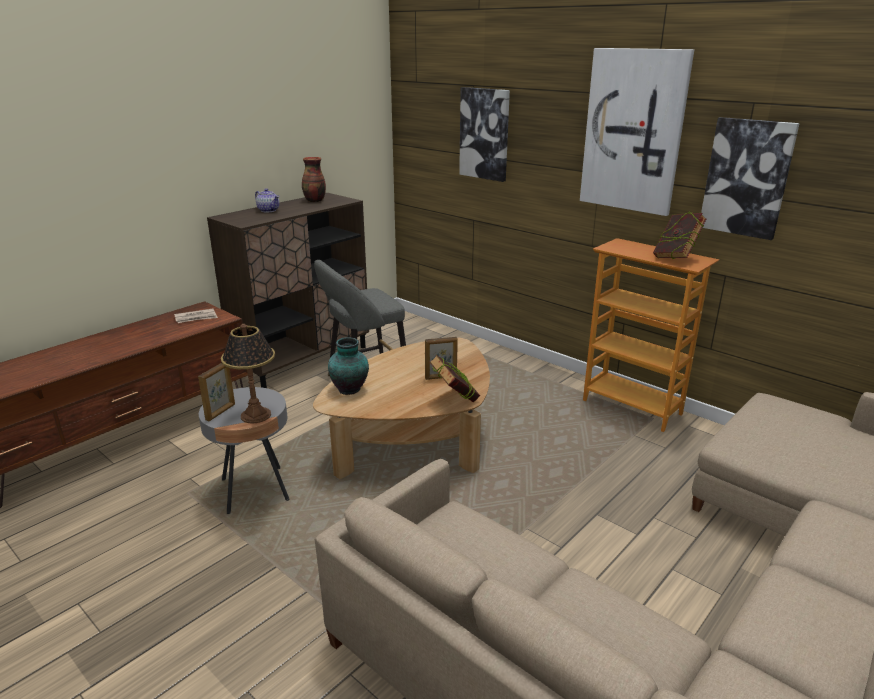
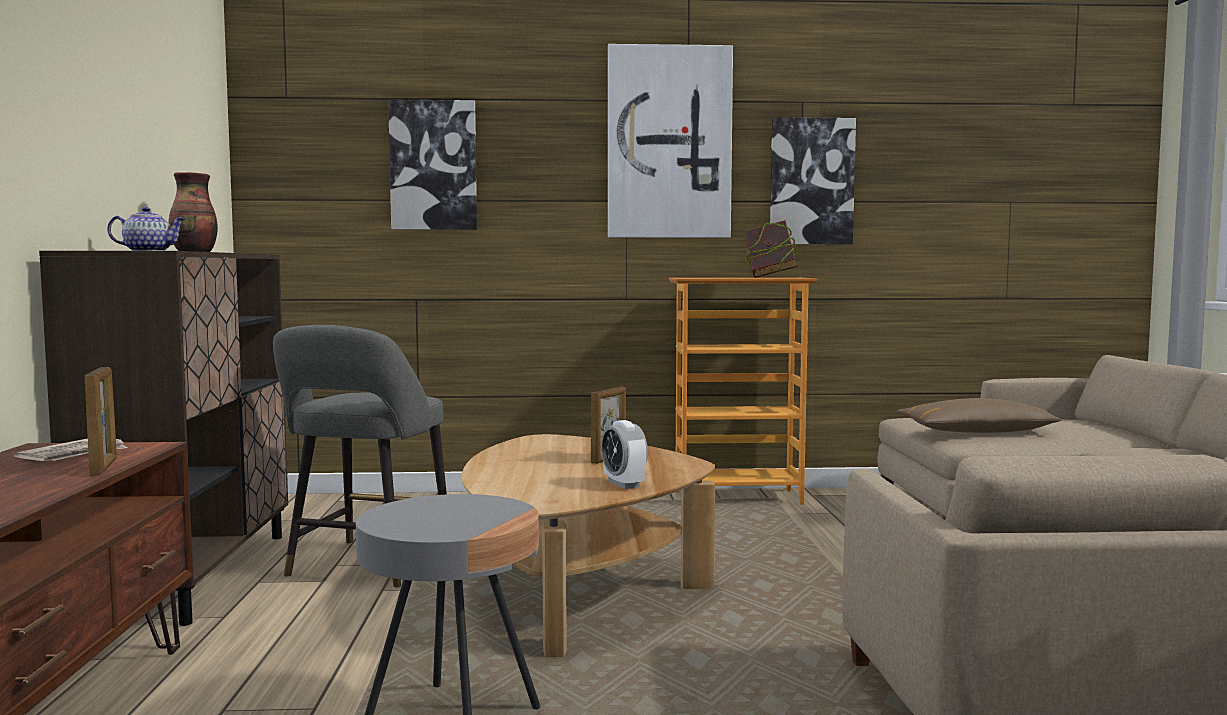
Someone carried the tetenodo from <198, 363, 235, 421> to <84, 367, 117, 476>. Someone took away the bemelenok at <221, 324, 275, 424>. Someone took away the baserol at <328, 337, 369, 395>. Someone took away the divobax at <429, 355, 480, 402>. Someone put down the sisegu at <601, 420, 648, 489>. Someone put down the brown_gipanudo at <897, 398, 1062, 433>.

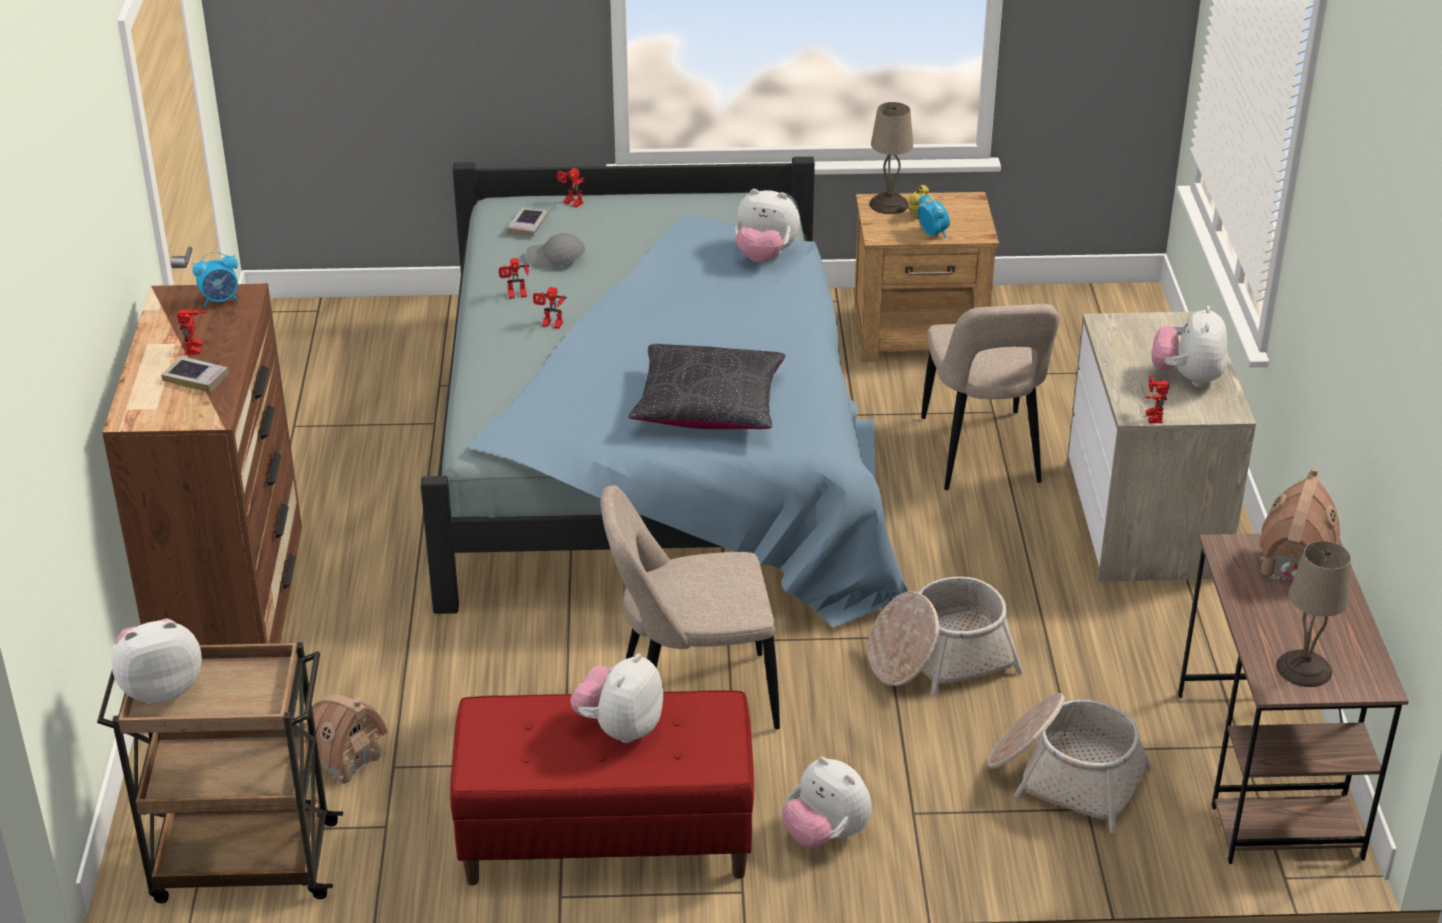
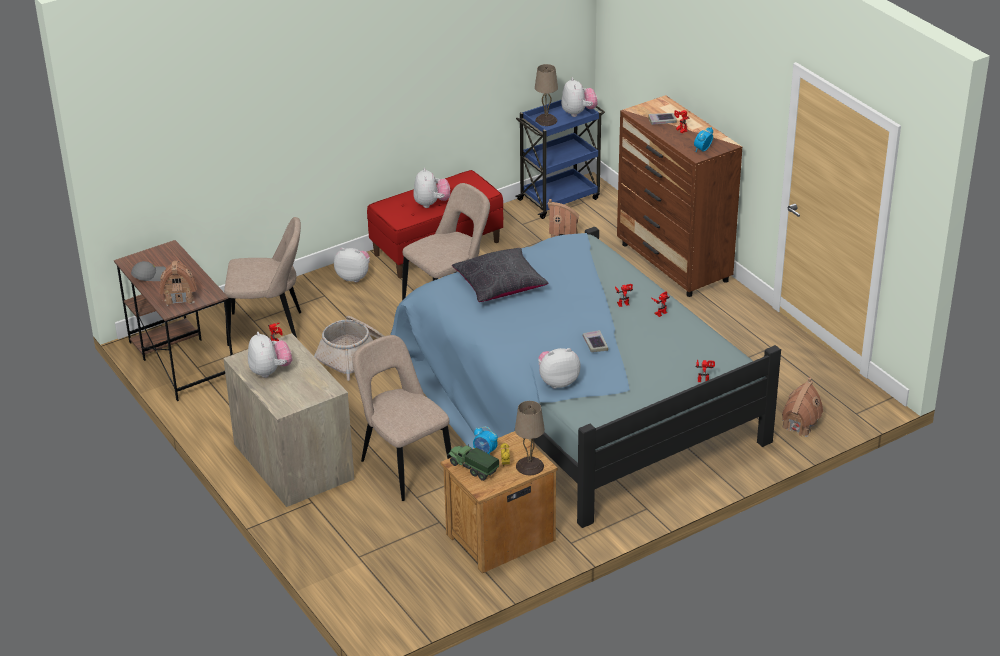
Someone repainted the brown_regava at <97, 642, 343, 903>, which became the blue_regava at <516, 100, 605, 219>. Someone rotated the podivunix at <112, 618, 202, 704> by 45 degrees counterclockwise. Someone carried the divobax from <507, 208, 549, 236> to <583, 330, 608, 352>. Someone carried the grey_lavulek from <526, 233, 585, 268> to <131, 261, 166, 281>. Someone swapped the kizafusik at <987, 693, 1152, 833> for the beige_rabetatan at <224, 217, 301, 346>. Someone carried the beige_bemelenok from <1276, 541, 1351, 687> to <535, 64, 558, 126>. Someone put down the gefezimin at <447, 444, 499, 481>. Someone put down the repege at <782, 378, 823, 437>.

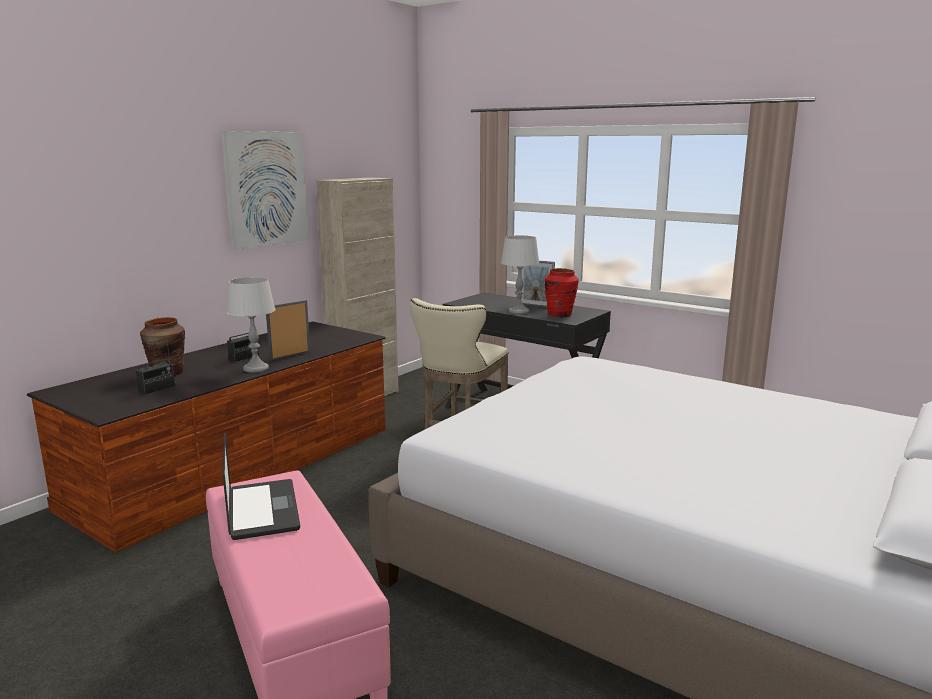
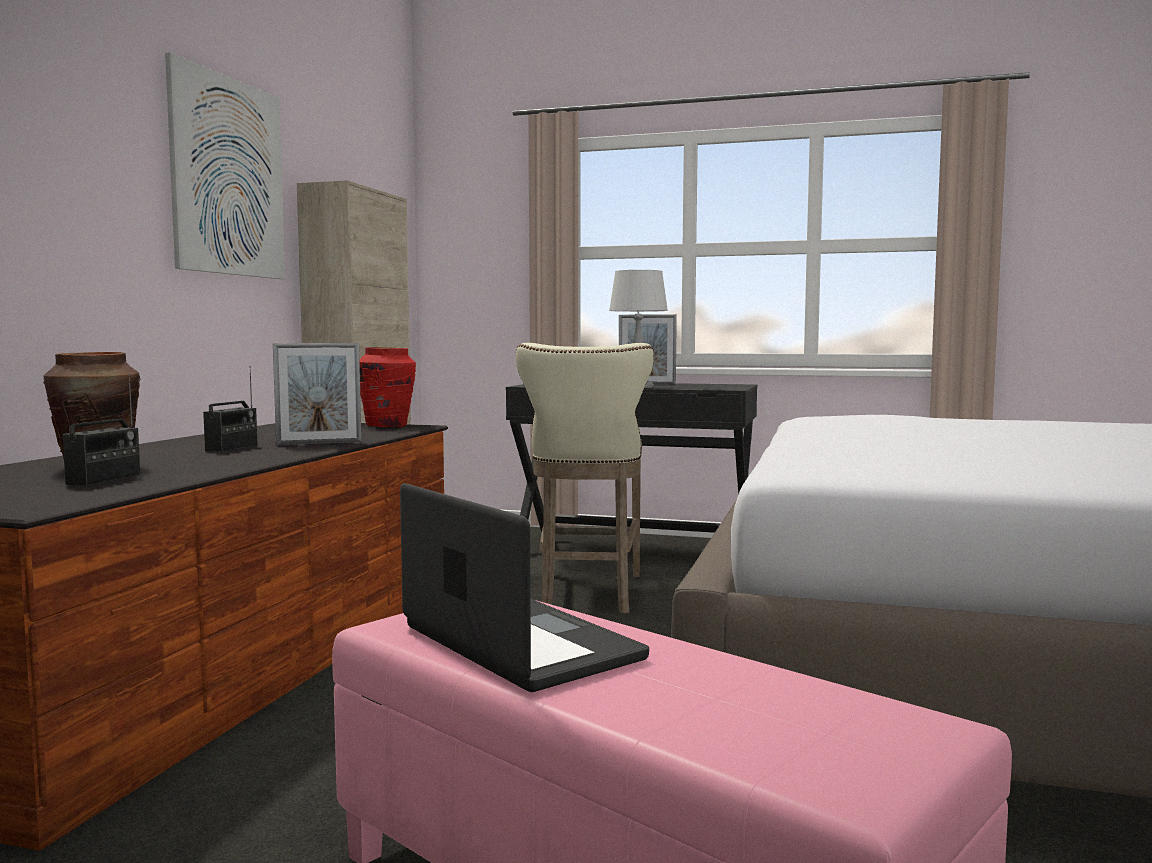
Someone took away the grey_bemelenok at <227, 277, 275, 373>. Someone rotated the tetenodo at <266, 300, 310, 361> by 135 degrees counterclockwise. Someone carried the red_baserol from <545, 268, 579, 317> to <360, 347, 416, 428>.

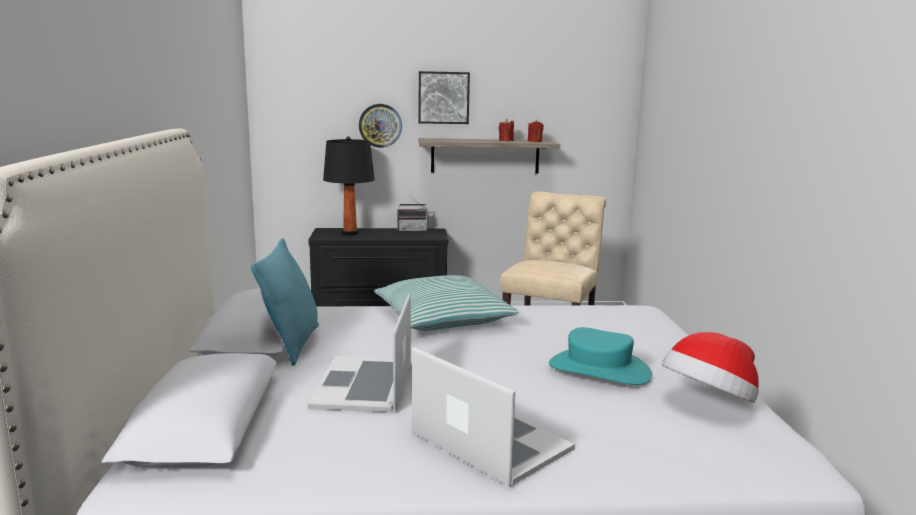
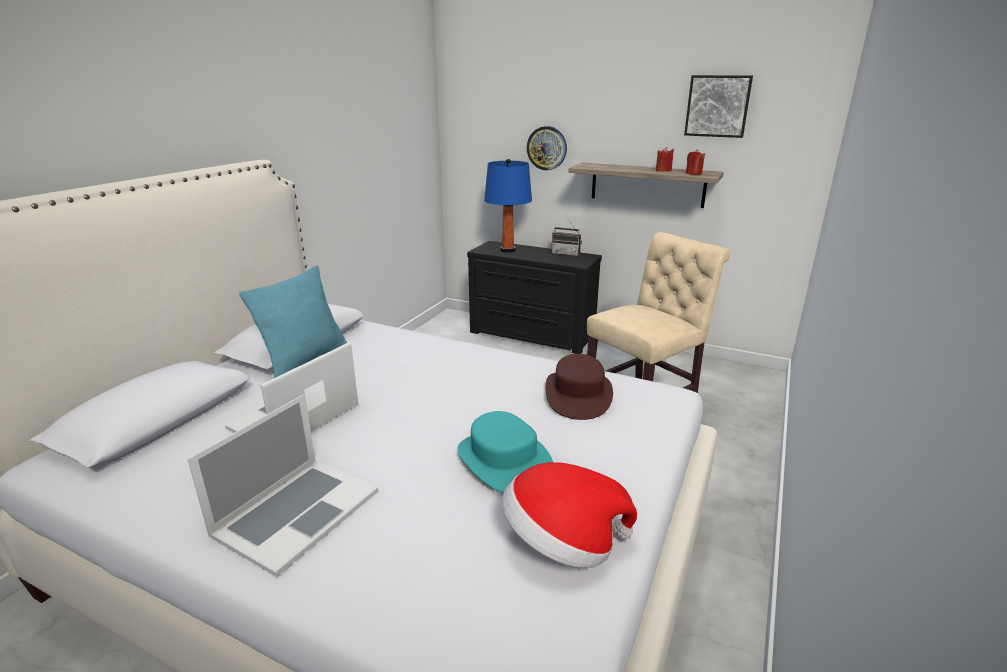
Someone repainted the black_bemelenok at <323, 136, 375, 236>, which became the blue_bemelenok at <484, 159, 532, 253>. Someone took away the gipanudo at <374, 275, 519, 331>. Someone rotated the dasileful at <412, 347, 575, 486> by 45 degrees clockwise. Someone carried the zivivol from <418, 71, 470, 124> to <684, 75, 753, 138>. Someone put down the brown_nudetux at <546, 354, 613, 420>.

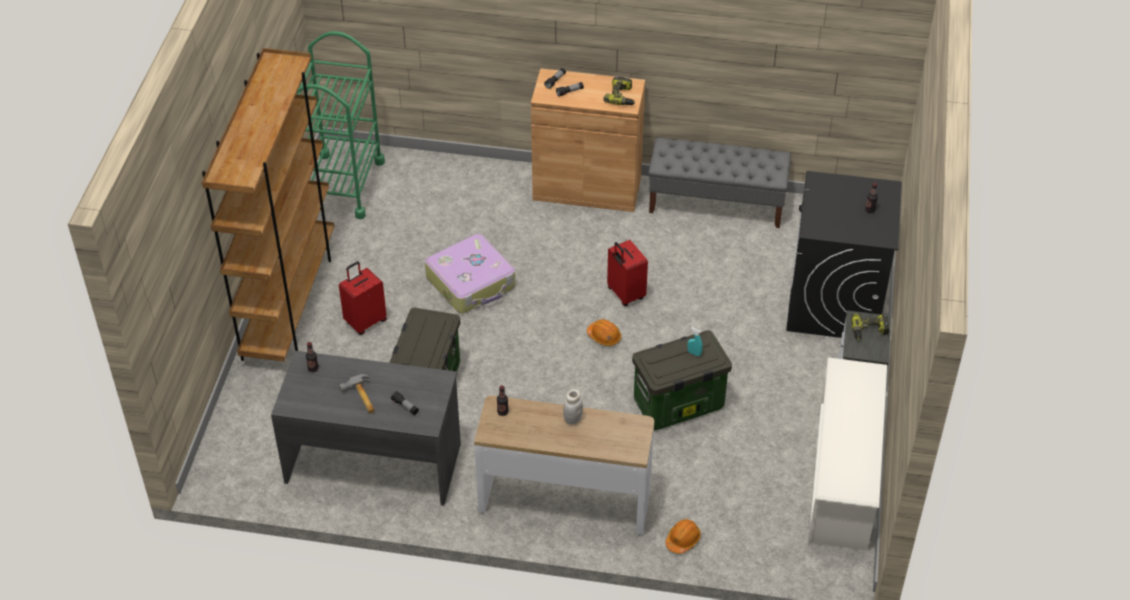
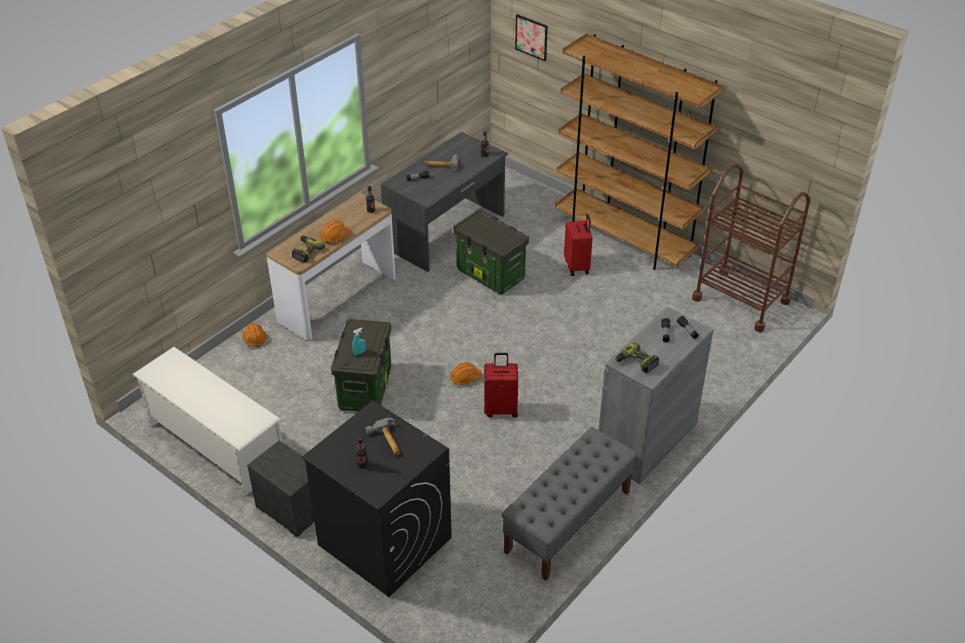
Someone repainted the green_regava at <296, 31, 385, 219>, which became the brown_regava at <692, 164, 811, 332>. Someone took away the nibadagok at <425, 234, 515, 314>. Someone repainted the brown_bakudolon at <531, 68, 645, 212>, which became the grey_bakudolon at <599, 306, 714, 484>. Someone swapped the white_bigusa at <563, 389, 583, 424> for the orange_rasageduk at <320, 220, 351, 243>. Someone carried the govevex from <851, 313, 889, 340> to <292, 236, 325, 263>. Someone put down the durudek at <366, 418, 401, 455>. Someone put up the zivivol at <515, 14, 548, 61>.

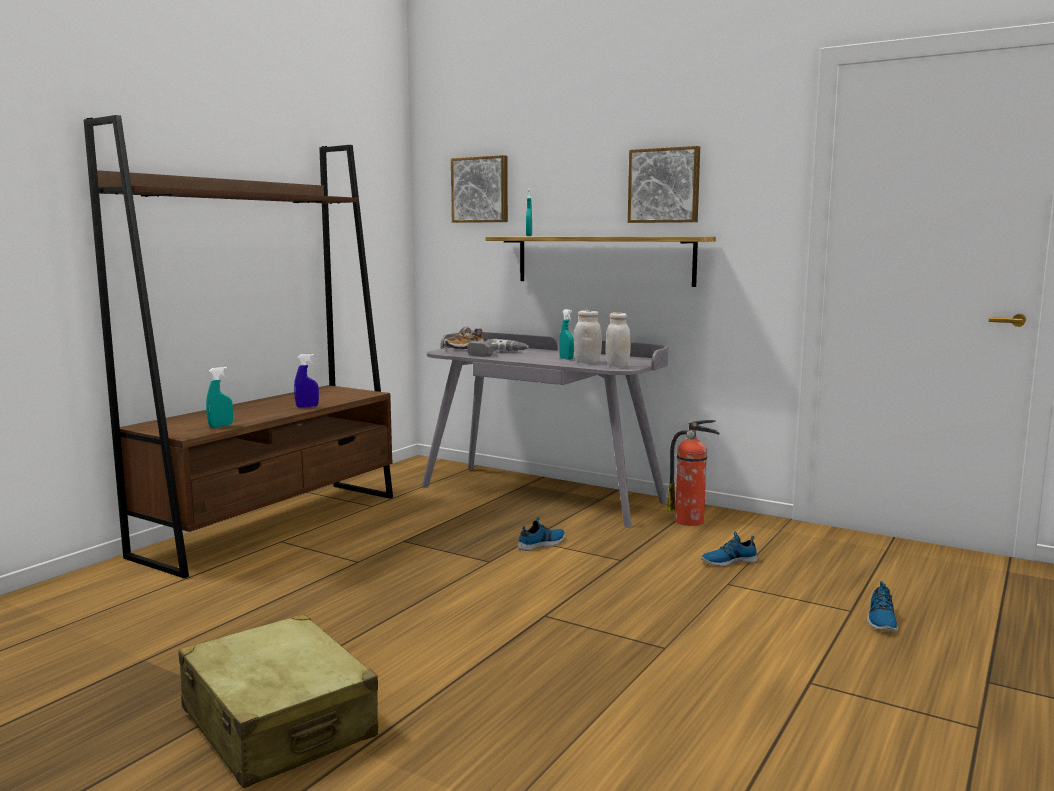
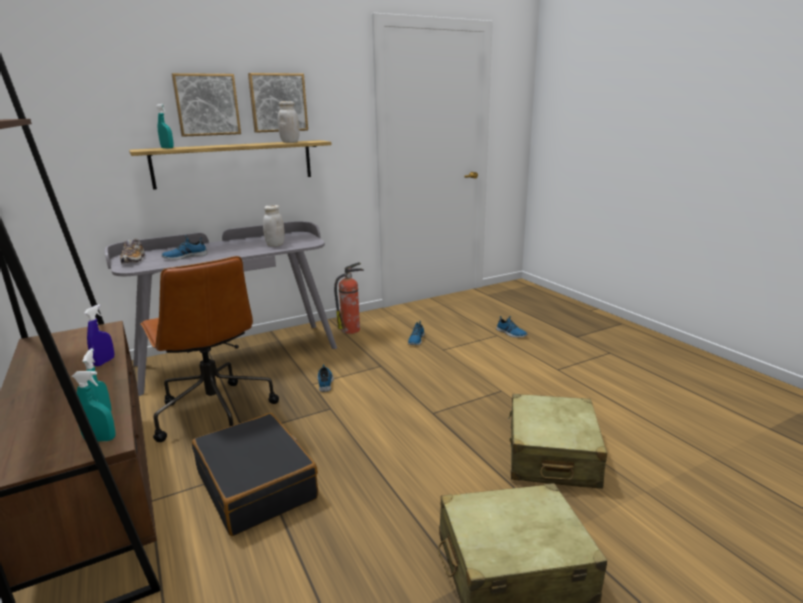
Someone carried the zivivol from <451, 155, 508, 223> to <172, 73, 241, 137>. Someone swapped the govevex at <467, 339, 529, 357> for the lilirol at <162, 235, 208, 260>. Someone carried the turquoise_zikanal from <559, 309, 574, 360> to <72, 371, 115, 441>. Someone carried the white_bigusa from <605, 312, 631, 367> to <278, 101, 300, 143>. Someone put down the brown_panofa at <140, 256, 279, 442>. Someone put down the black_nibadagok at <192, 413, 318, 536>. Someone put down the beige_nibadagok at <508, 394, 607, 489>.

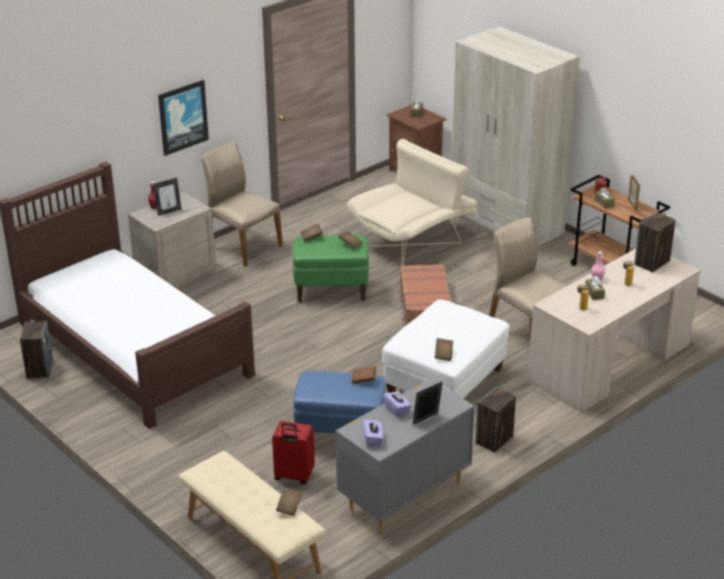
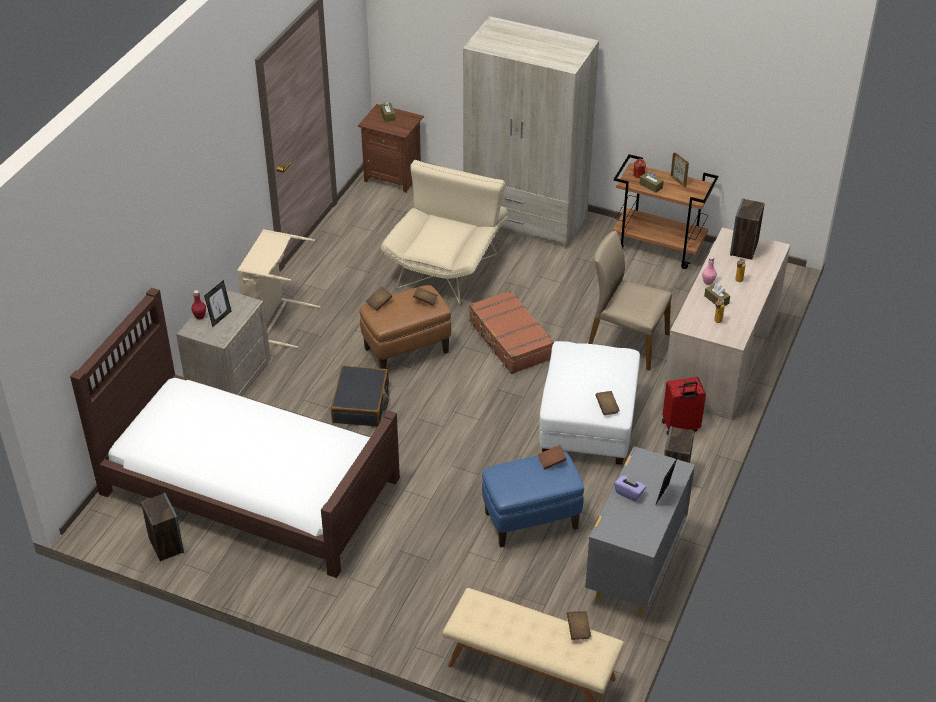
Someone took away the zivivol at <158, 80, 209, 156>. Someone swapped the beige_rabetatan at <202, 142, 283, 267> for the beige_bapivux at <237, 229, 321, 348>. Someone carried the red_nibadagok from <272, 421, 315, 485> to <662, 377, 706, 435>. Someone repainted the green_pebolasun at <293, 235, 369, 302>, which became the brown_pebolasun at <359, 285, 451, 369>. Someone took away the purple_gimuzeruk at <363, 419, 383, 446>. Someone put down the black_nibadagok at <331, 366, 389, 427>.

